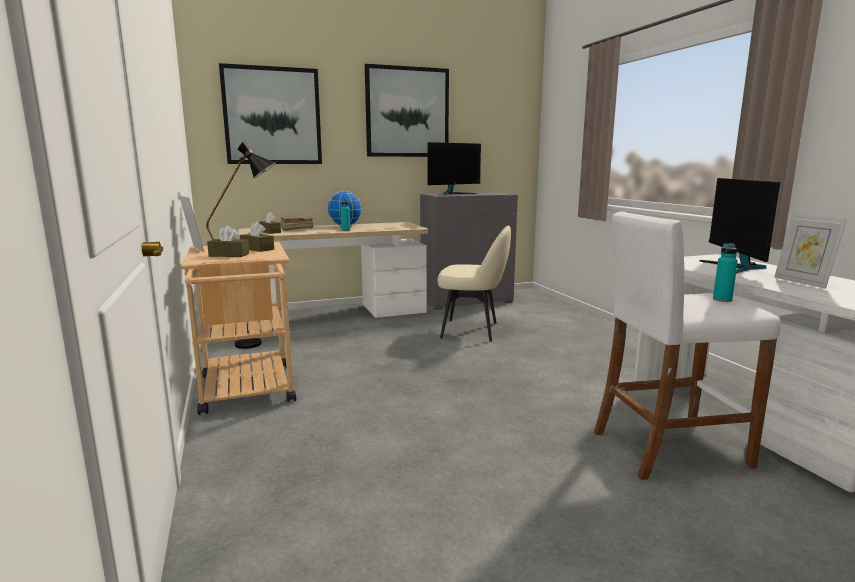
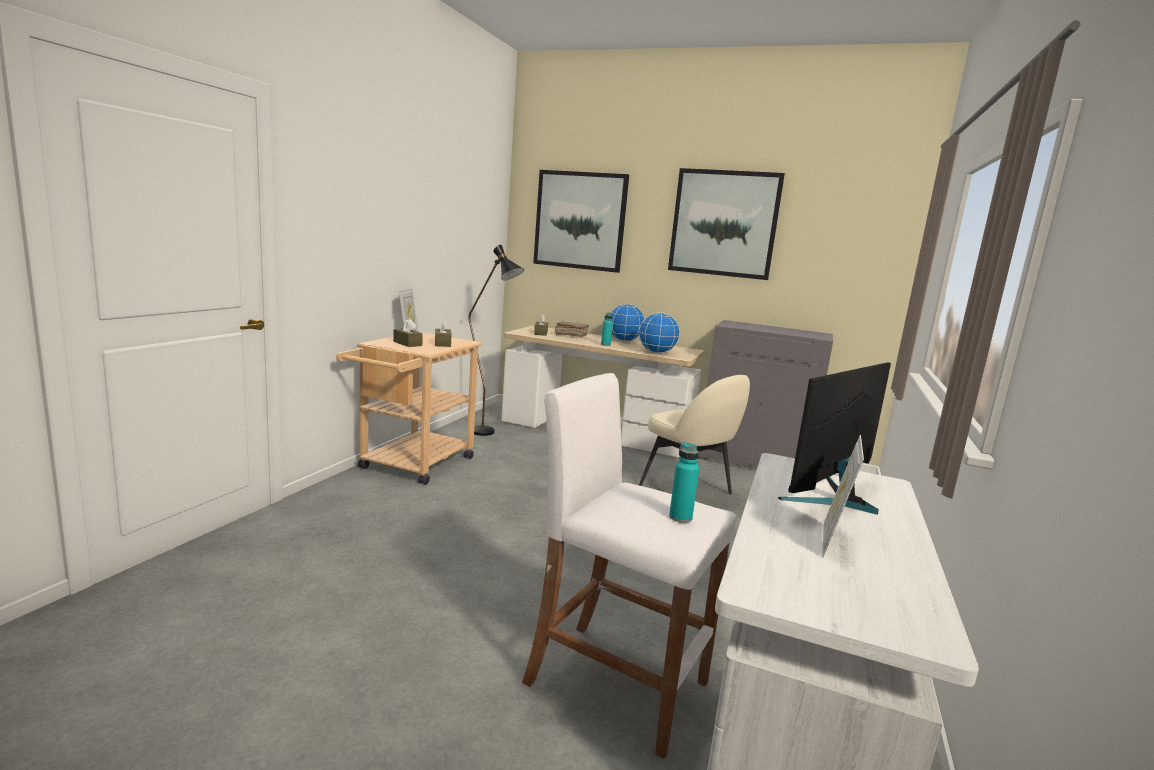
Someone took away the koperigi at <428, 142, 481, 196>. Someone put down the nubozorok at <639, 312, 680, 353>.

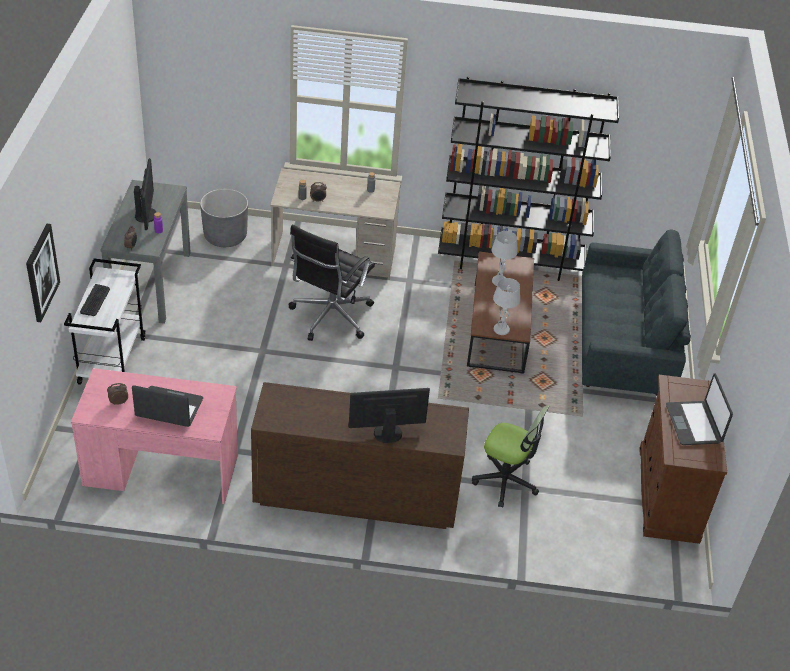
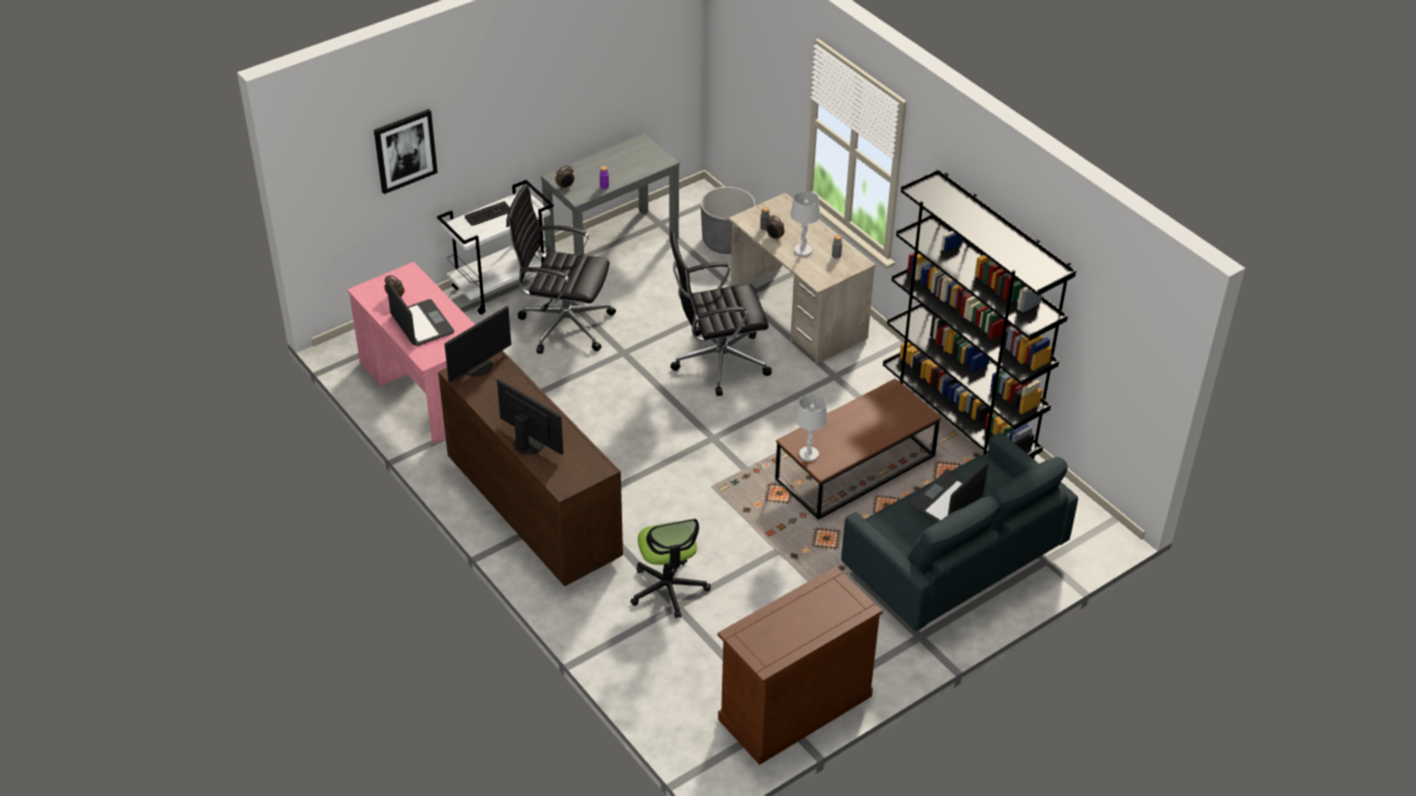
Someone carried the koperigi from <134, 158, 156, 231> to <445, 306, 511, 382>. Someone carried the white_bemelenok from <492, 231, 517, 286> to <790, 191, 820, 257>. Someone carried the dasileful from <666, 373, 733, 445> to <910, 462, 988, 522>. Someone put down the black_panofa at <506, 184, 616, 354>.

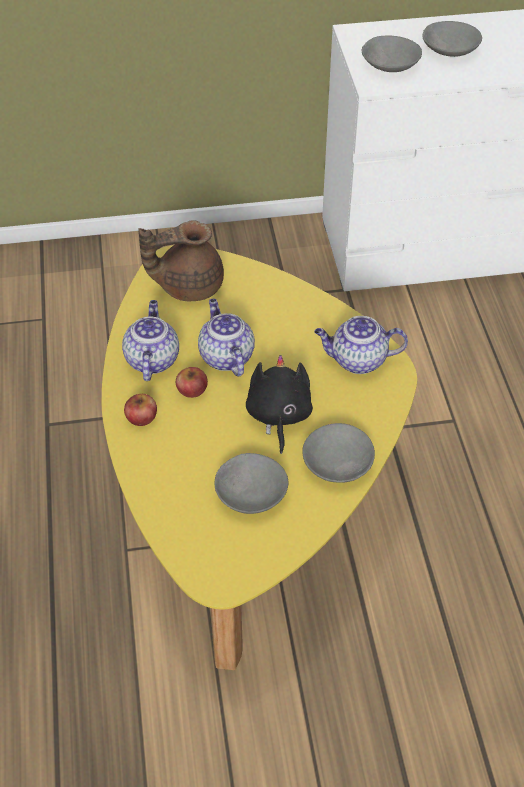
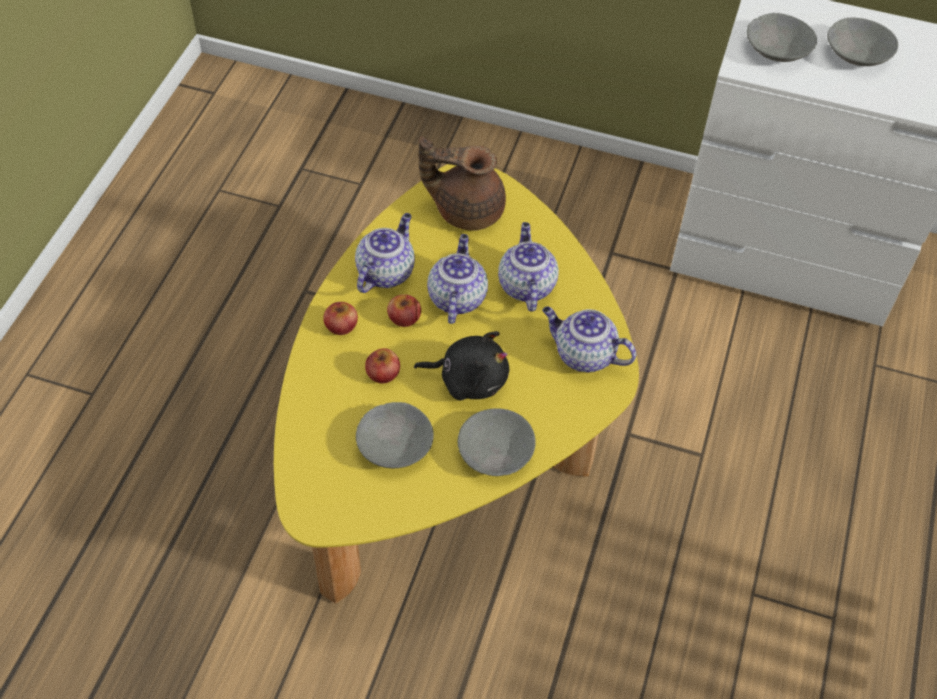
Someone rotated the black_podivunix at <246, 355, 313, 454> by 75 degrees clockwise. Someone put down the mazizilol at <365, 348, 400, 383>. Someone put down the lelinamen at <498, 222, 559, 312>.

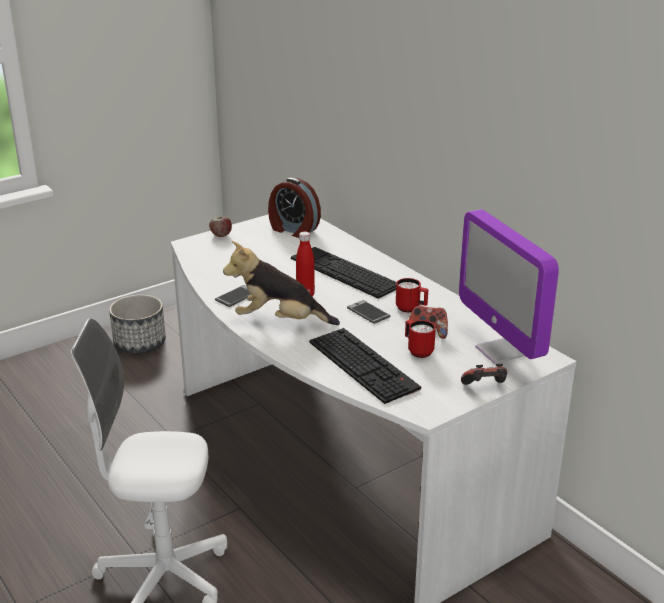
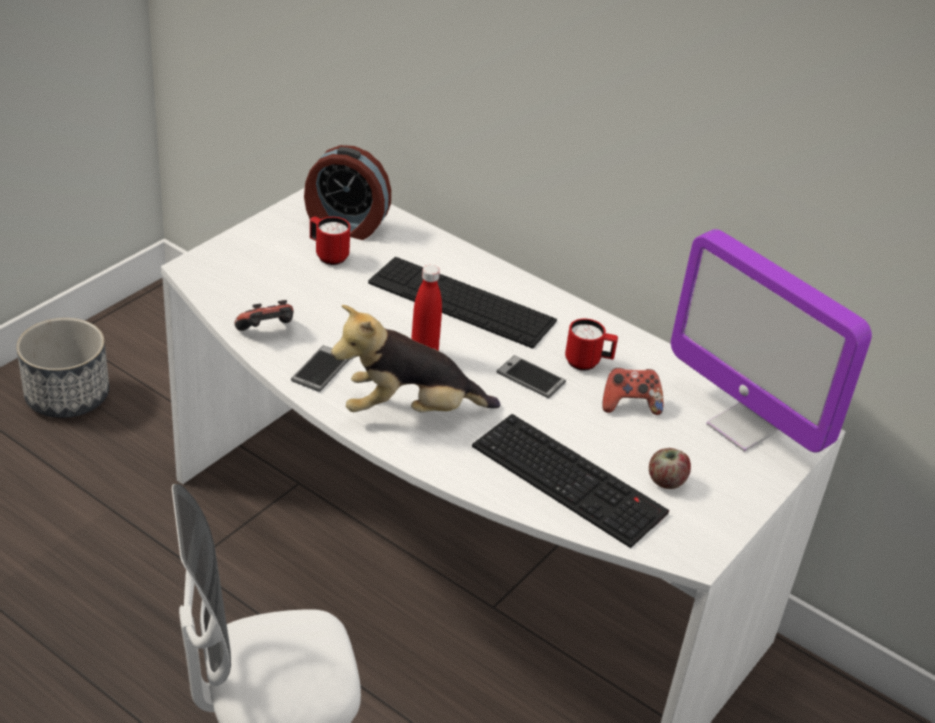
Someone carried the mazizilol from <209, 216, 232, 237> to <649, 448, 691, 489>. Someone carried the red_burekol from <405, 320, 436, 358> to <310, 216, 350, 265>. Someone carried the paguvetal from <461, 364, 507, 385> to <235, 300, 294, 331>.

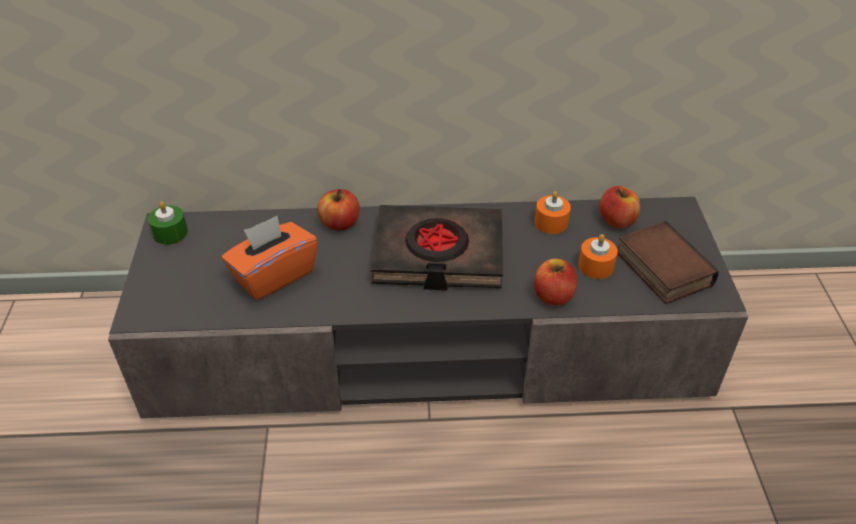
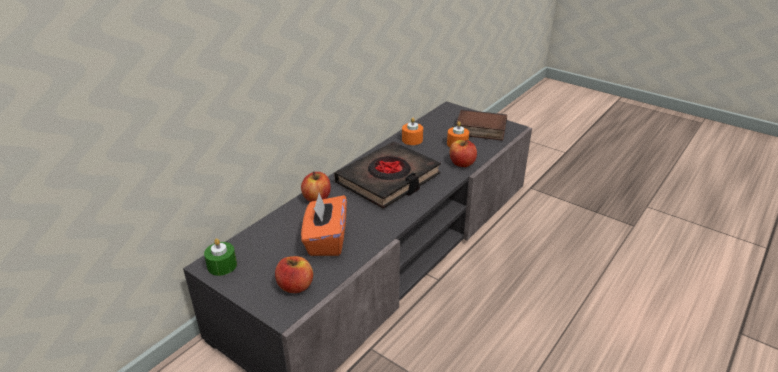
Someone carried the mazizilol from <599, 186, 641, 228> to <275, 256, 313, 293>.

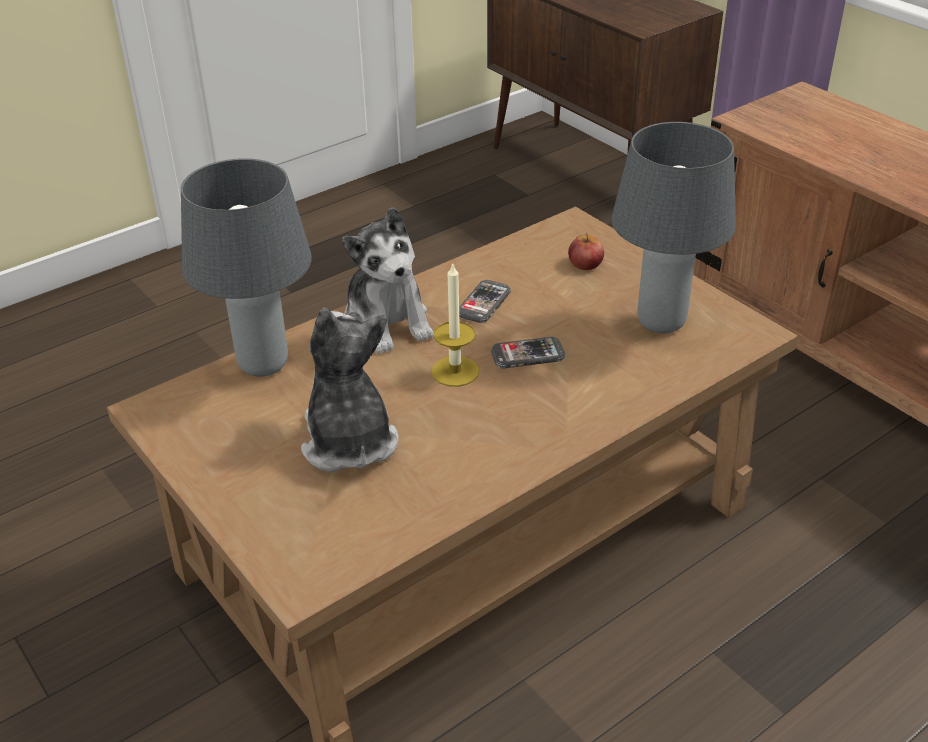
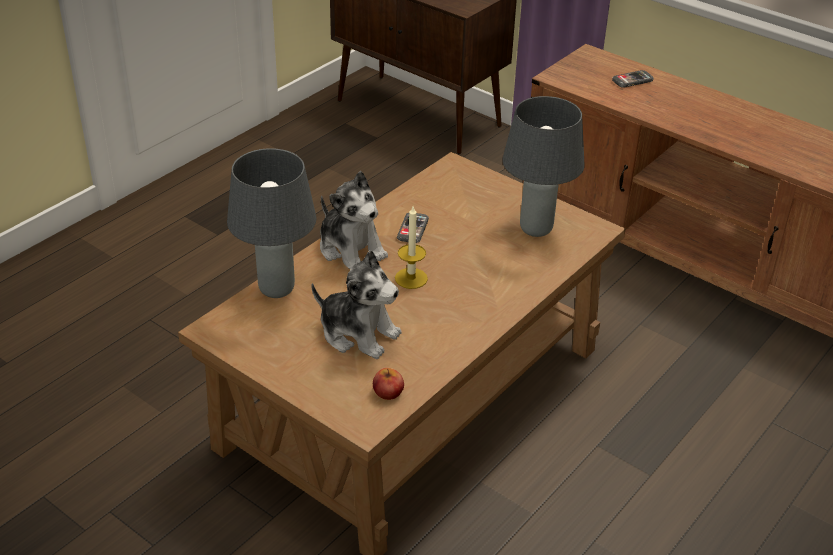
Someone rotated the podivunix at <301, 308, 398, 472> by 150 degrees clockwise. Someone carried the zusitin from <491, 337, 565, 369> to <612, 70, 654, 88>. Someone carried the mazizilol from <568, 233, 604, 270> to <373, 368, 404, 400>.

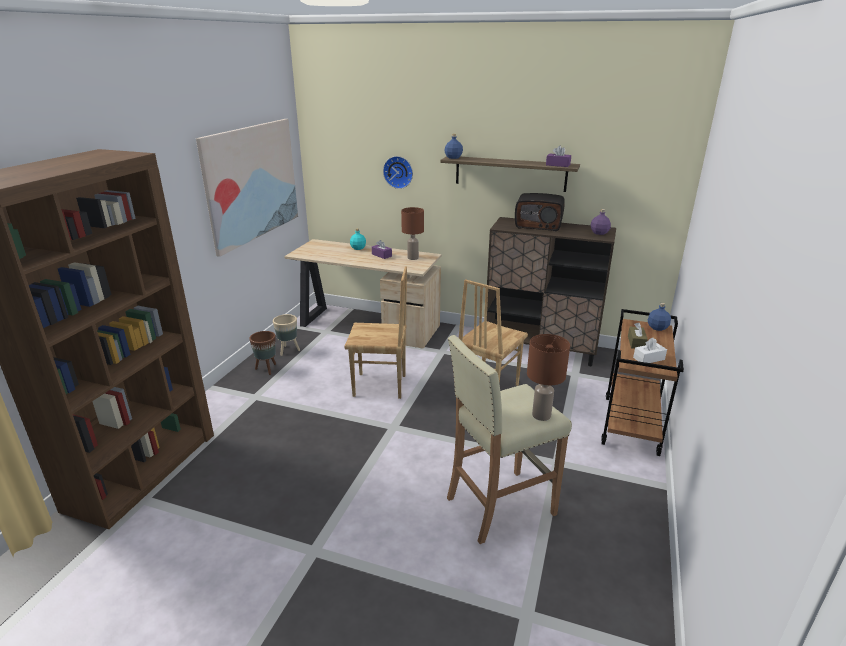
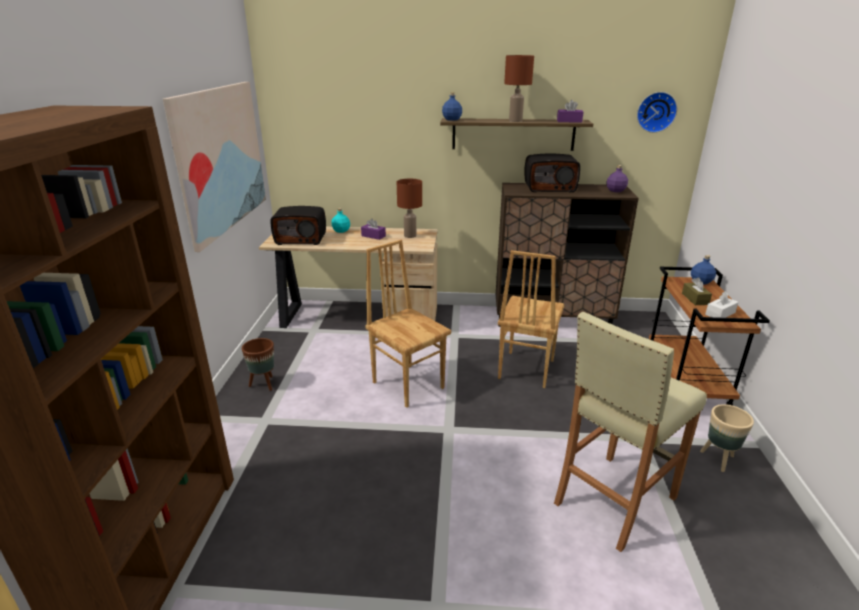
Someone carried the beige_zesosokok from <273, 314, 300, 356> to <700, 404, 754, 472>. Someone rotated the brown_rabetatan at <344, 266, 407, 399> by 120 degrees counterclockwise. Someone carried the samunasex from <383, 156, 413, 189> to <637, 92, 677, 133>. Someone carried the brown_bemelenok from <527, 334, 570, 421> to <504, 55, 534, 122>. Someone put down the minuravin at <271, 206, 326, 245>.

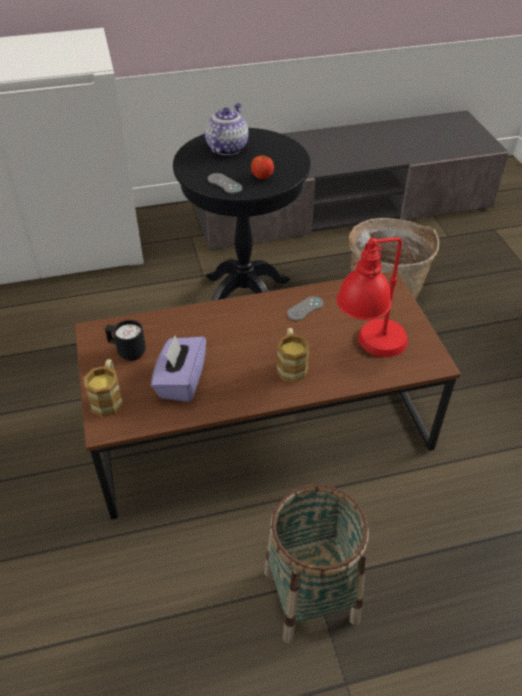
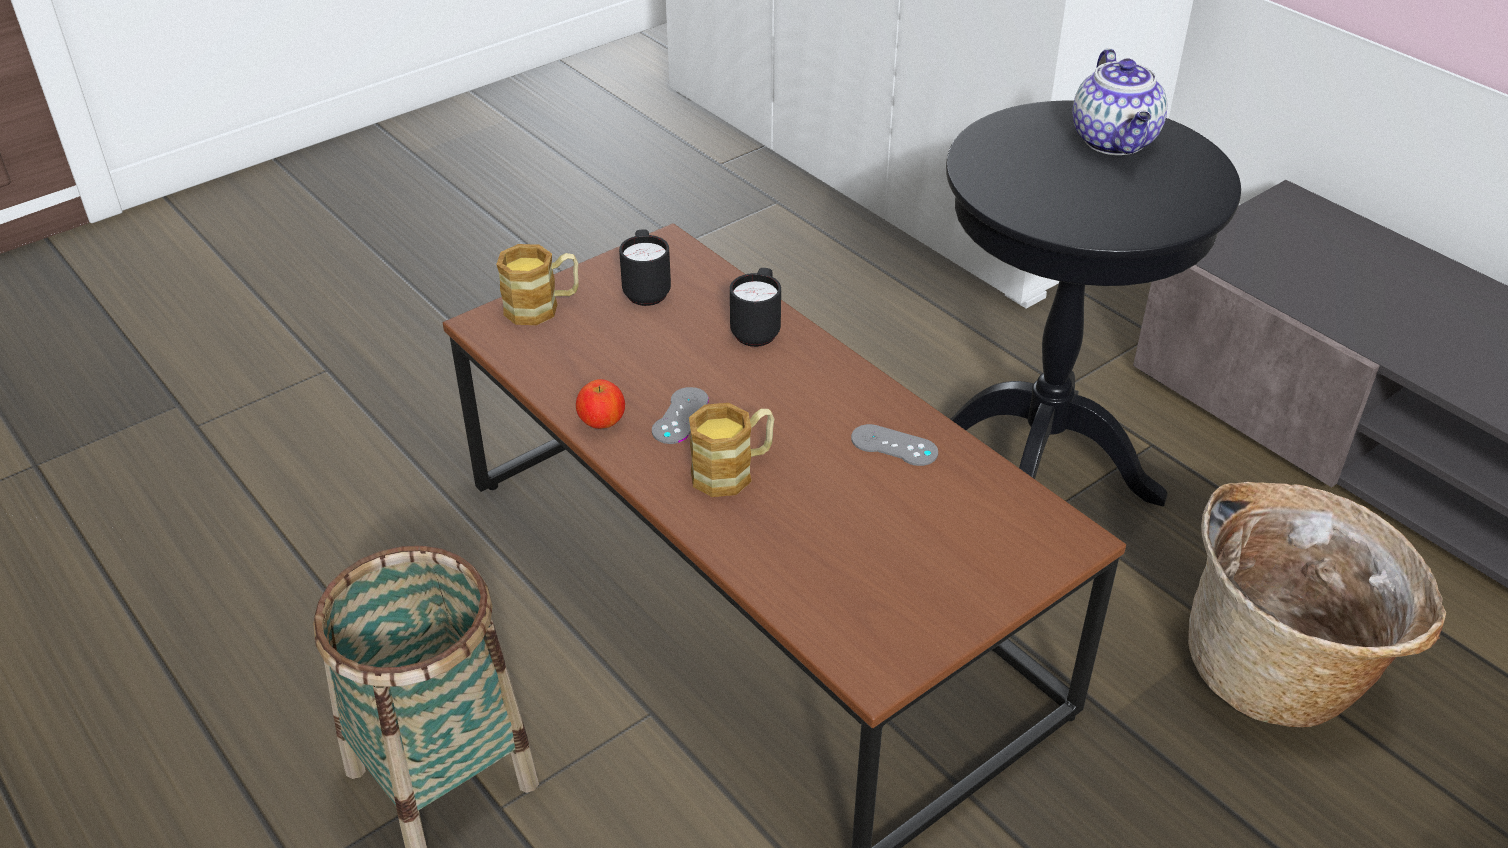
Someone took away the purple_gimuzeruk at <151, 335, 206, 402>. Someone rotated the lelinamen at <205, 103, 249, 155> by 90 degrees clockwise. Someone carried the grey_paguvetal from <208, 173, 242, 194> to <652, 387, 709, 444>. Someone carried the mazizilol from <251, 155, 274, 179> to <576, 379, 625, 429>. Someone took away the red_bemelenok at <337, 237, 408, 357>. Someone put down the black_burekol at <730, 268, 781, 347>.

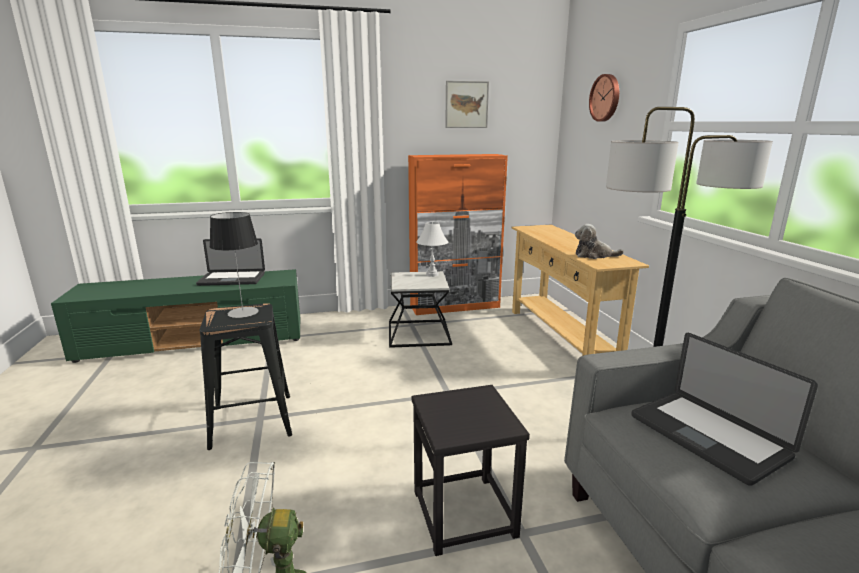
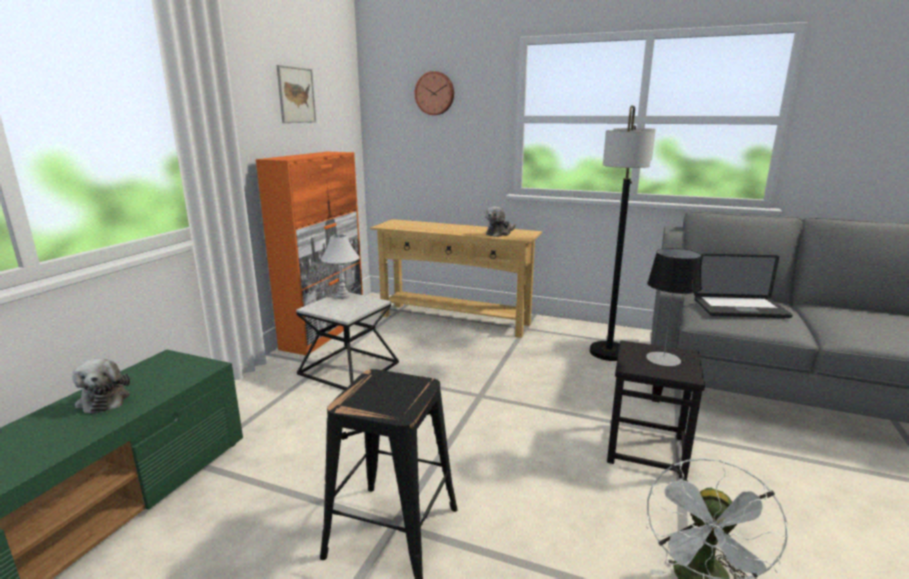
Someone swapped the dasileful at <196, 238, 265, 286> for the podivunix at <72, 358, 130, 414>. Someone carried the bemelenok from <210, 212, 259, 318> to <646, 248, 702, 366>.

